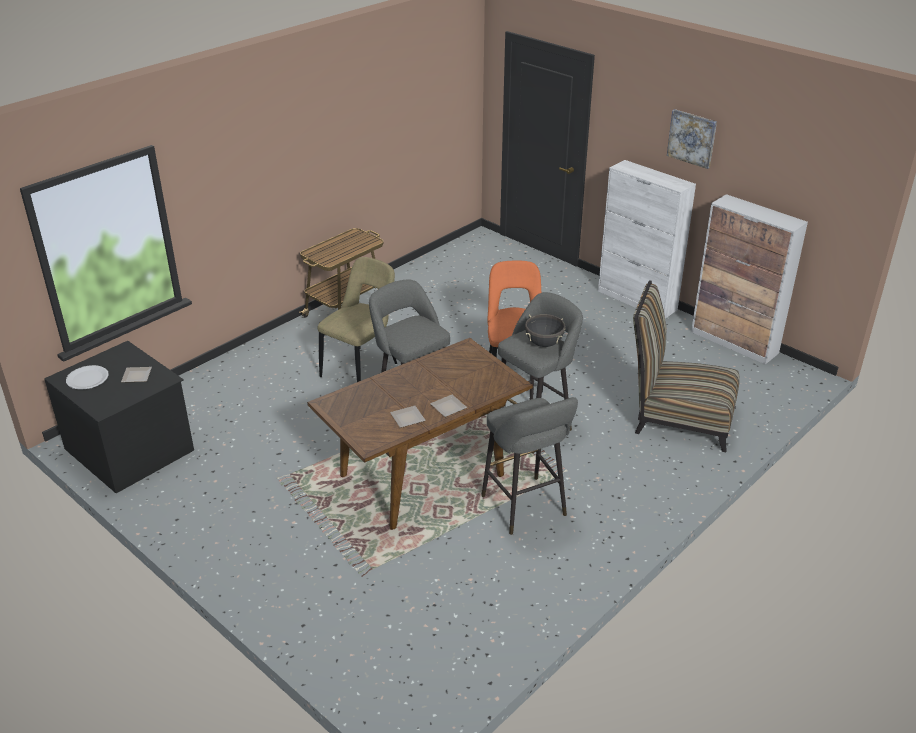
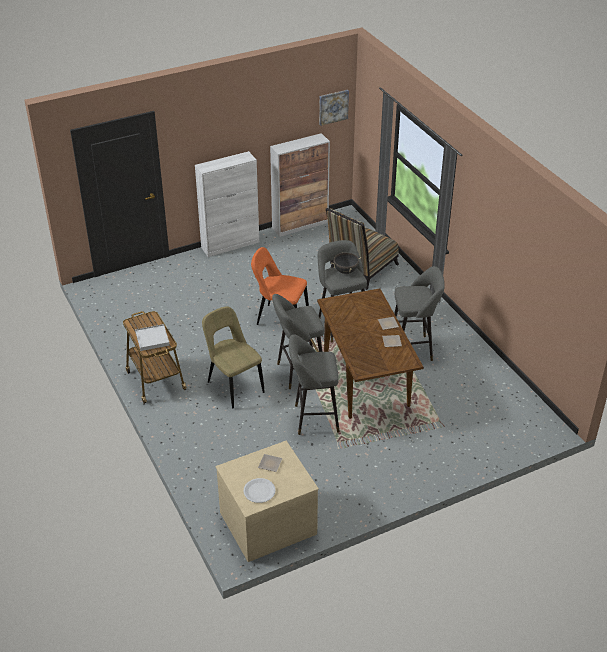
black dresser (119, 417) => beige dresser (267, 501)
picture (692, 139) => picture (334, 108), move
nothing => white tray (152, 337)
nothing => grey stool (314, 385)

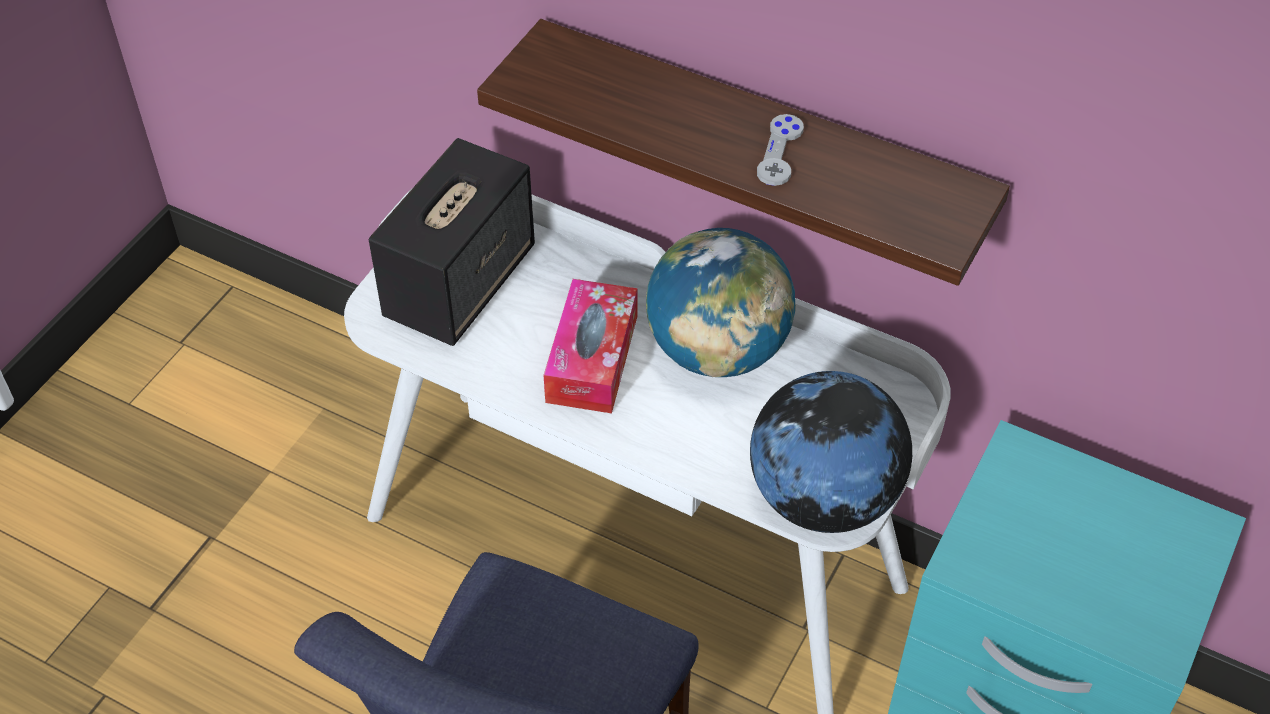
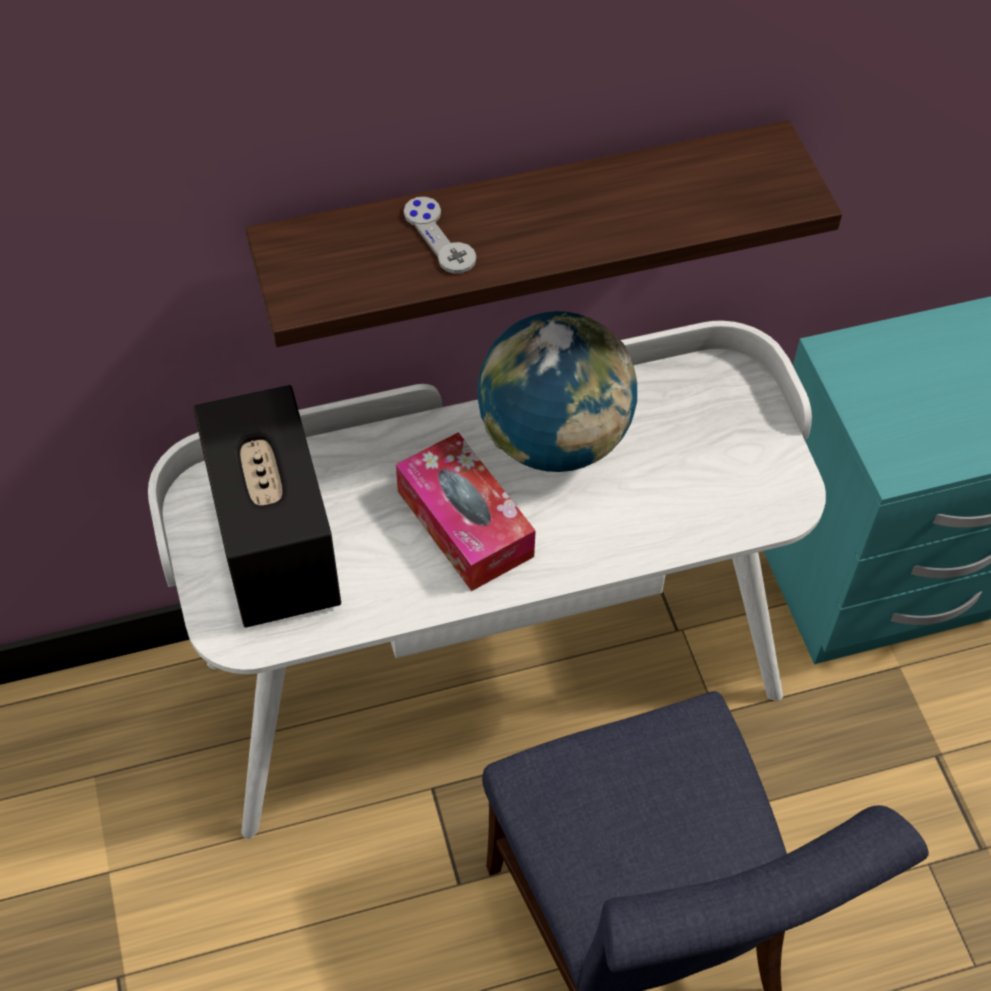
globe (831, 452) => nothing
grey game controller (780, 150) => grey game controller (440, 235), move

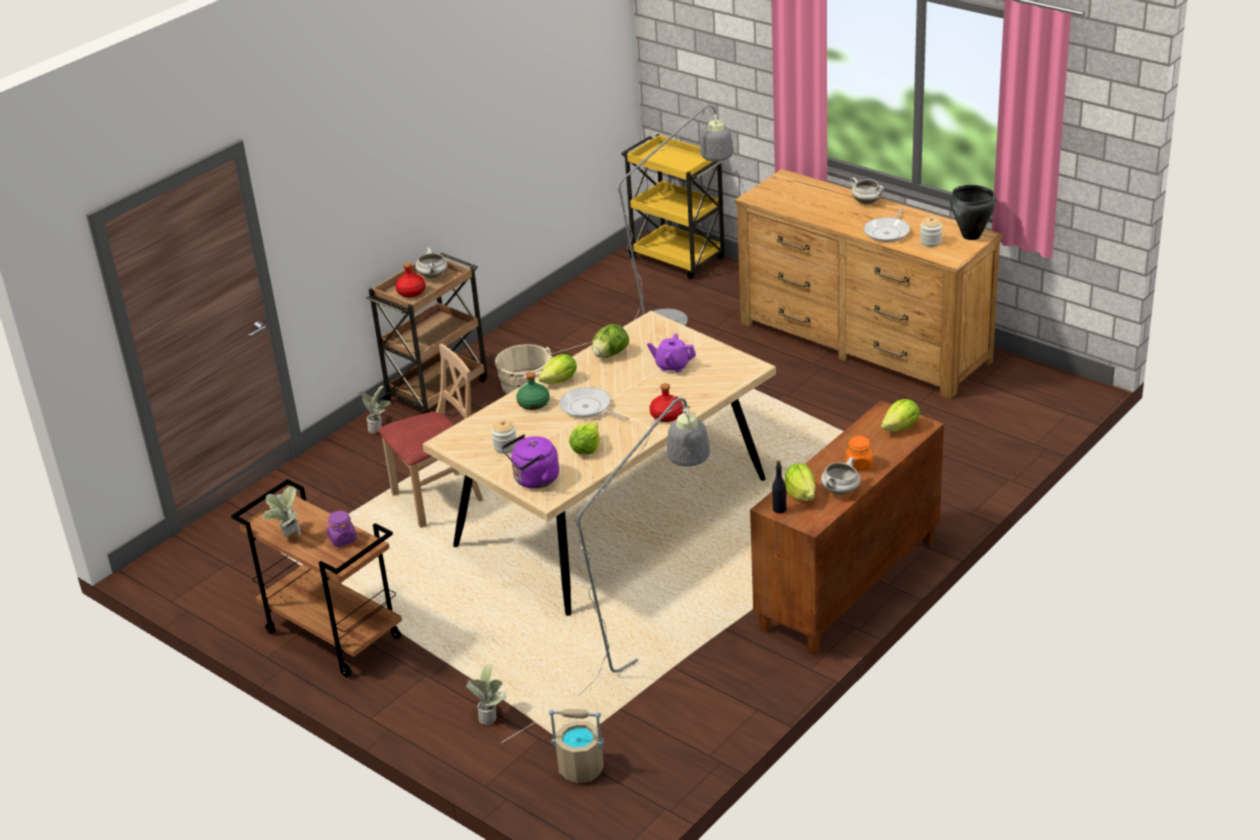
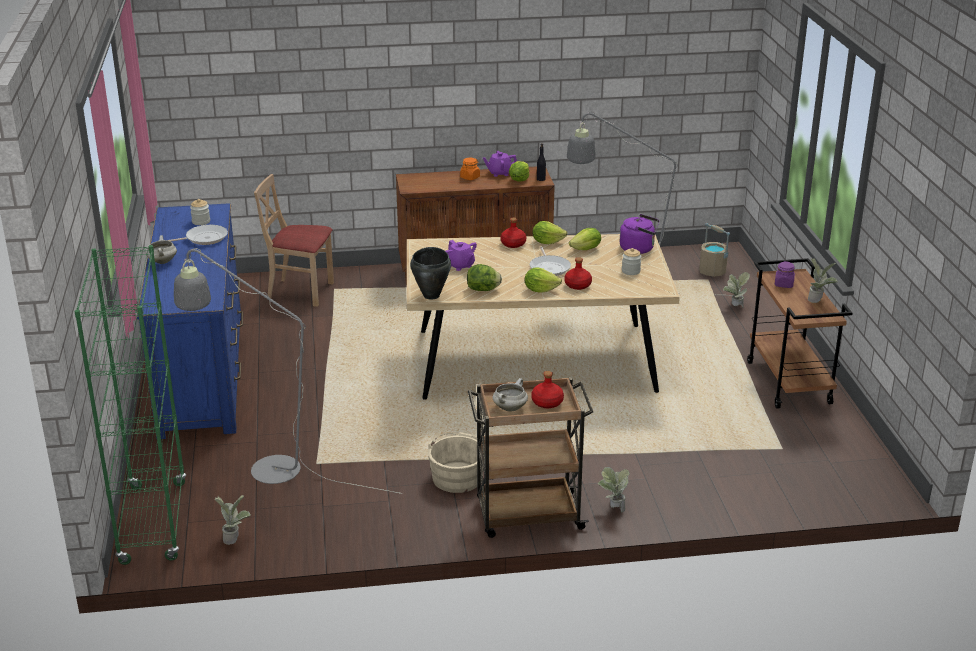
beige chair (430, 436) => beige chair (294, 240), move
green bottle (533, 391) => red bottle (578, 273)
yellow cart (673, 206) => green bookcase (130, 405)
brown dresser (868, 284) => blue dresser (190, 321)
white cooking pot (841, 476) => purple teapot (500, 164)
lettuce (900, 415) => lettuce (550, 232), move
black cooking pot (973, 212) => black cooking pot (430, 273), move
nothing => potted plant (233, 520)

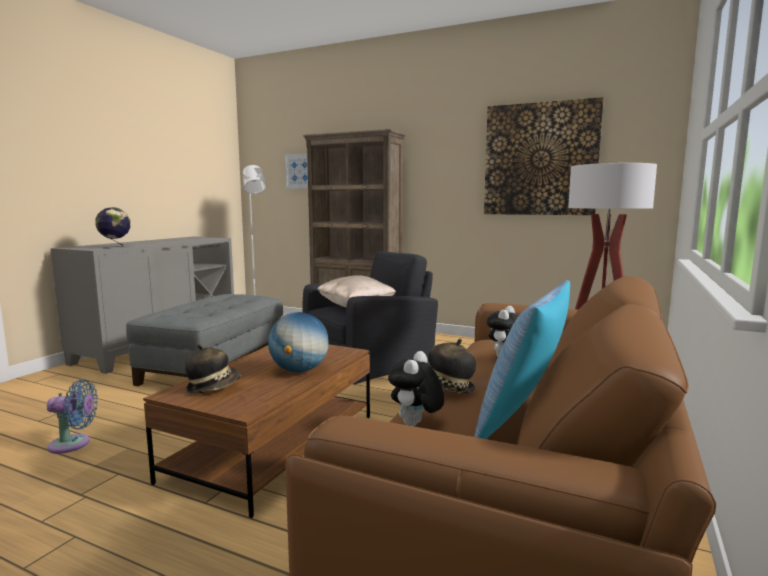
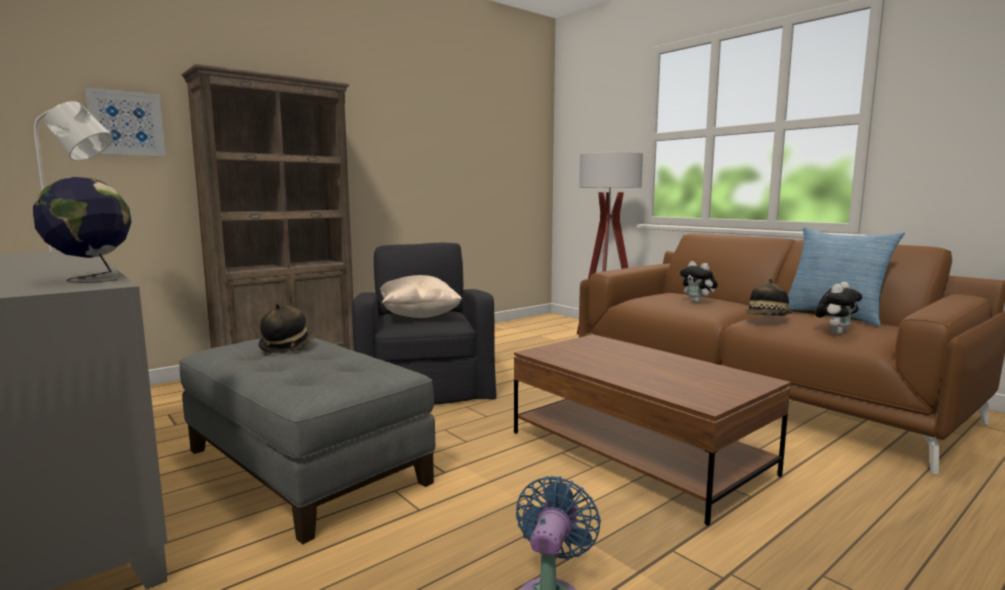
hat (212, 368) => hat (286, 328), move
globe (298, 342) => nothing
plush toy (416, 388) => plush toy (838, 308), 90 degrees counterclockwise
picture (544, 156) => nothing

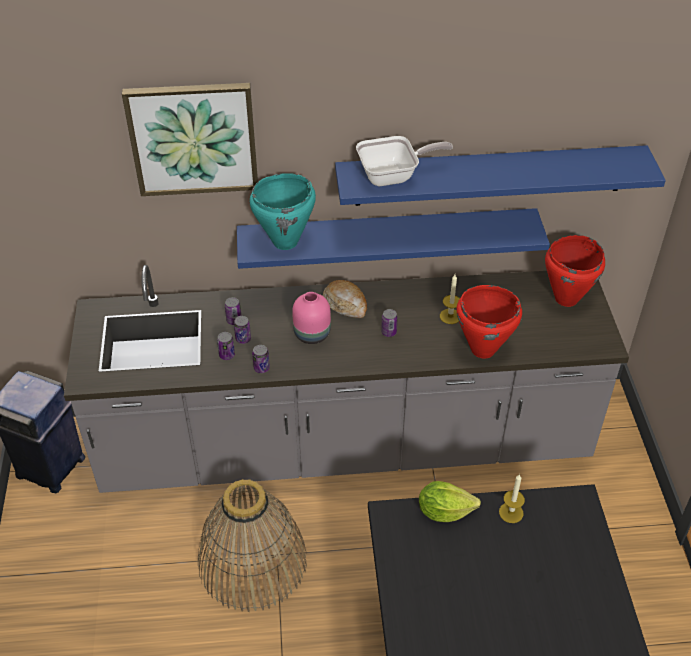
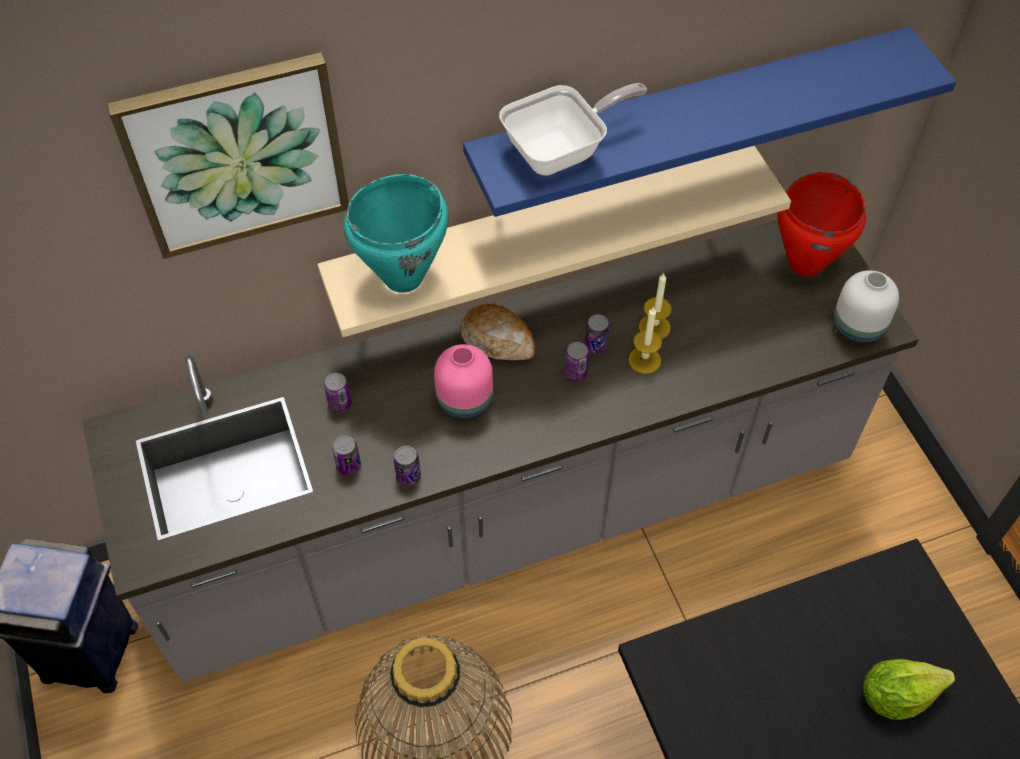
can (242, 330) => can (597, 334), move
blue shelf (393, 238) => beige shelf (554, 241)
lettuce (450, 501) => lettuce (909, 689), move
red cooking pot (489, 321) => nothing
candle (512, 498) => candle (645, 340), move
nothing => white vase (866, 307)

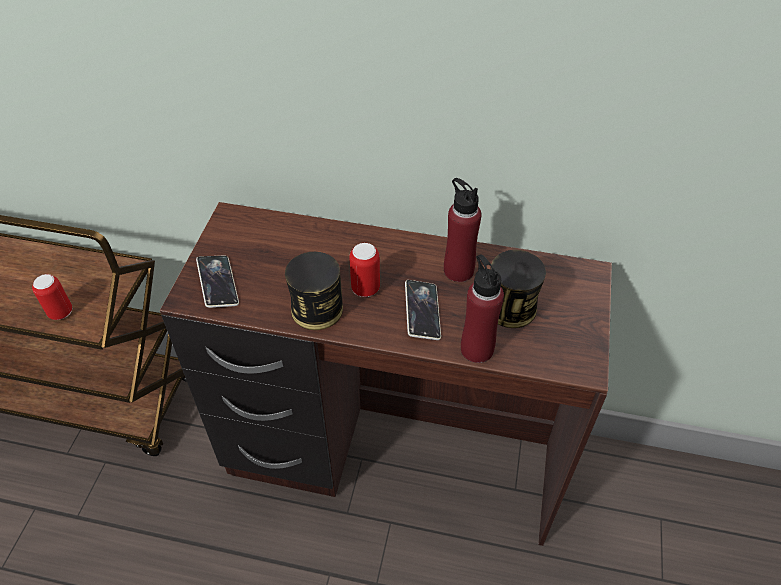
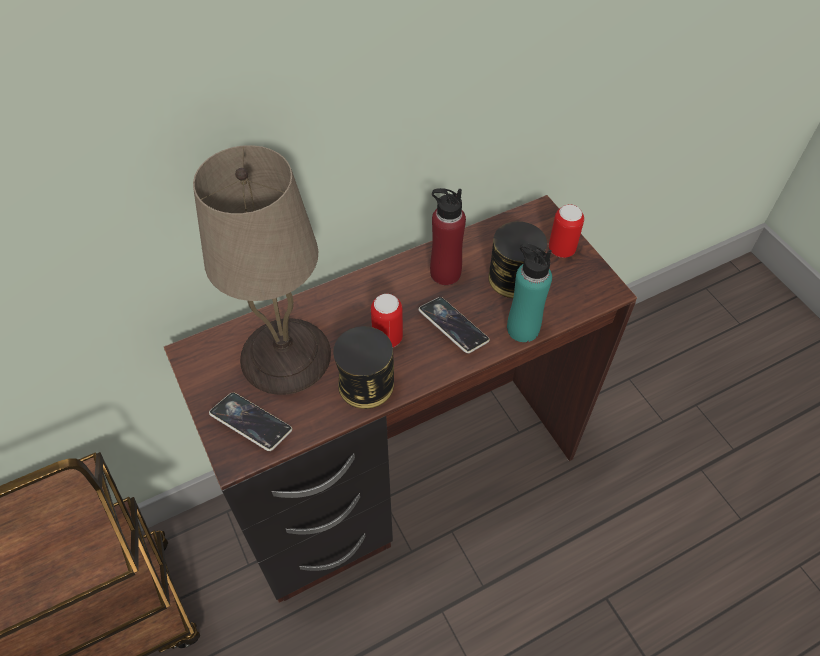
can (52, 297) => can (566, 231), move
red bottle (482, 308) => turquoise bottle (529, 292)
nothing => beige table lamp (262, 270)

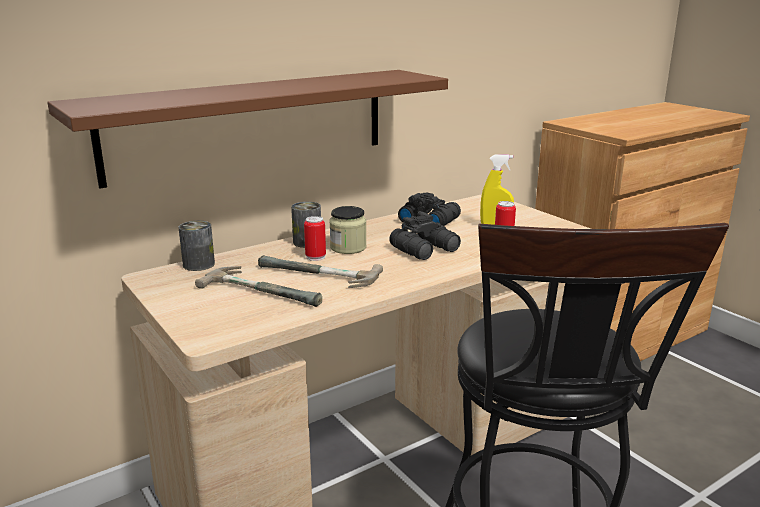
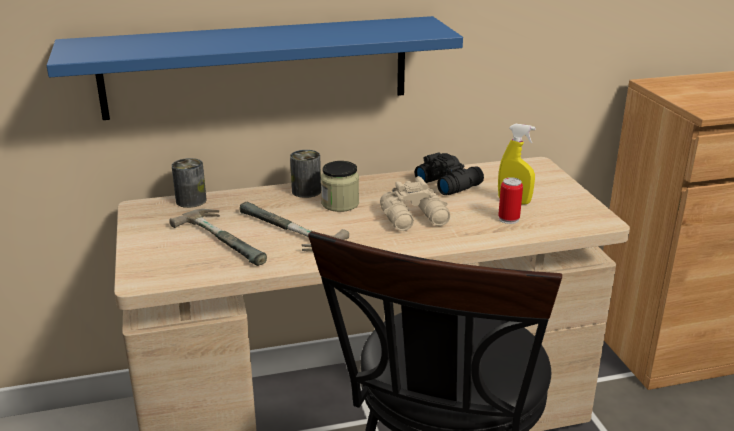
brown shelf (247, 129) => blue shelf (254, 68)
can (315, 238) => nothing
black binoculars (425, 235) => beige binoculars (415, 203)

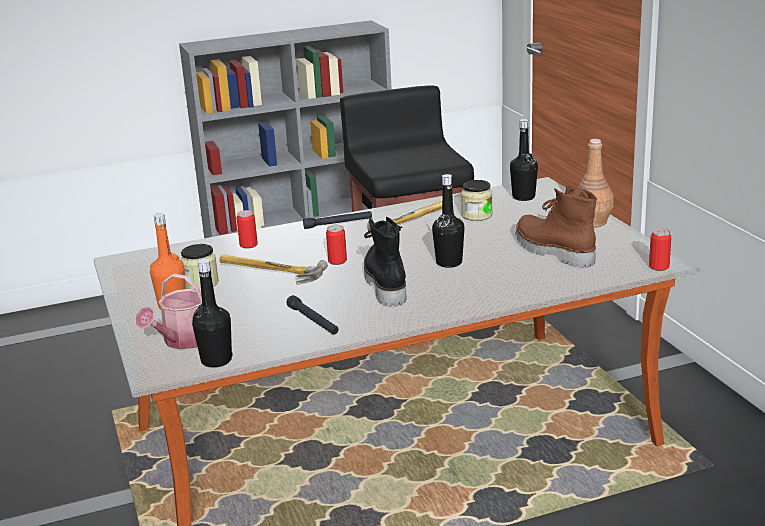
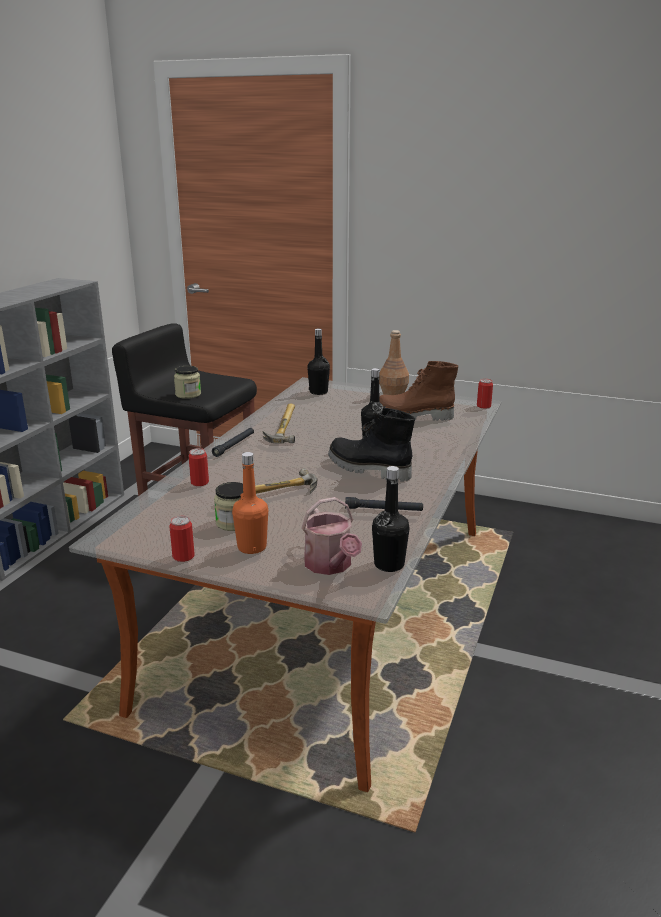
can (336, 245) => can (182, 539), move
jar (477, 200) => jar (187, 382), move

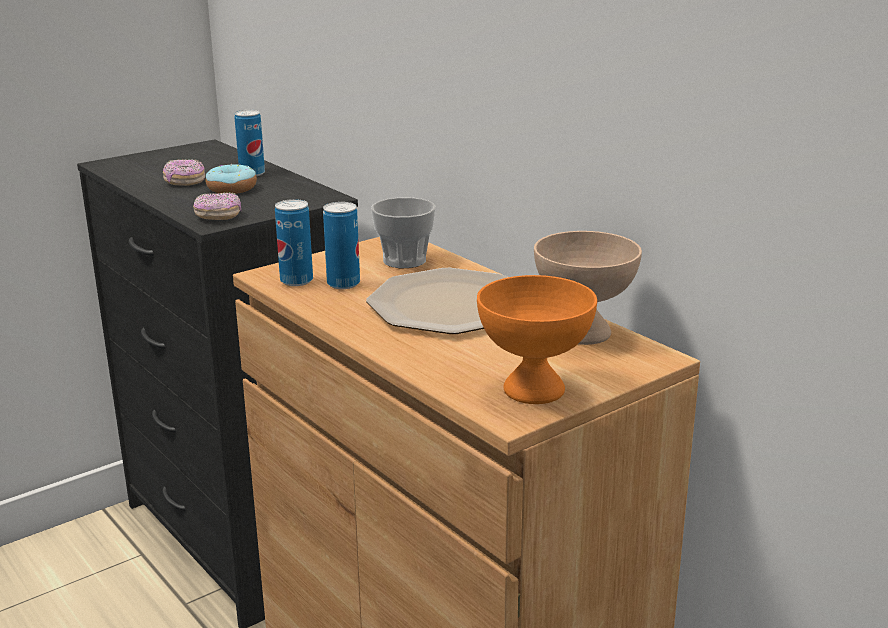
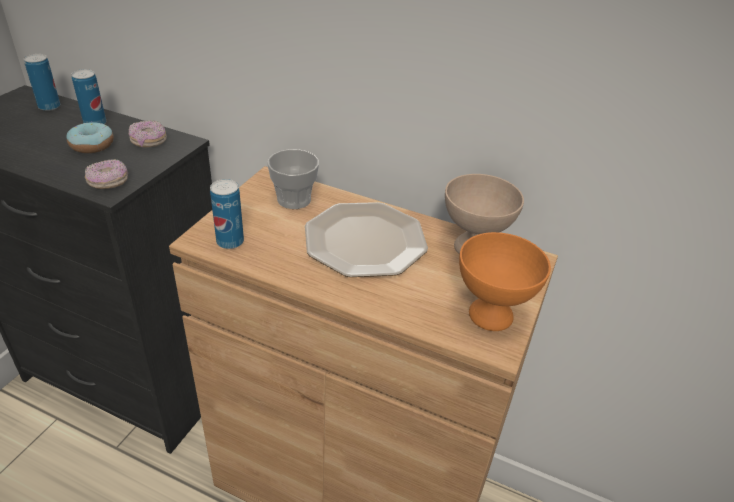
donut (184, 172) => donut (148, 133), move
can (341, 245) => can (42, 82), move

